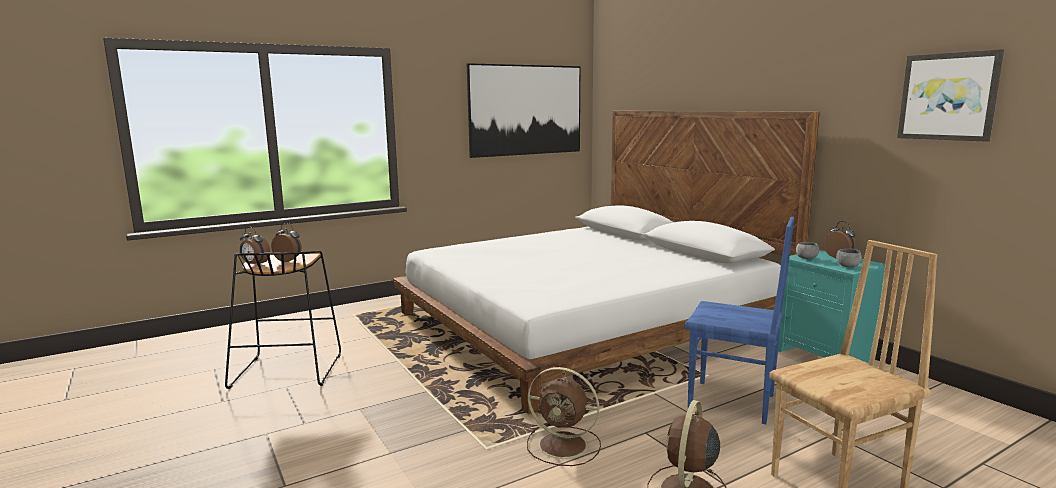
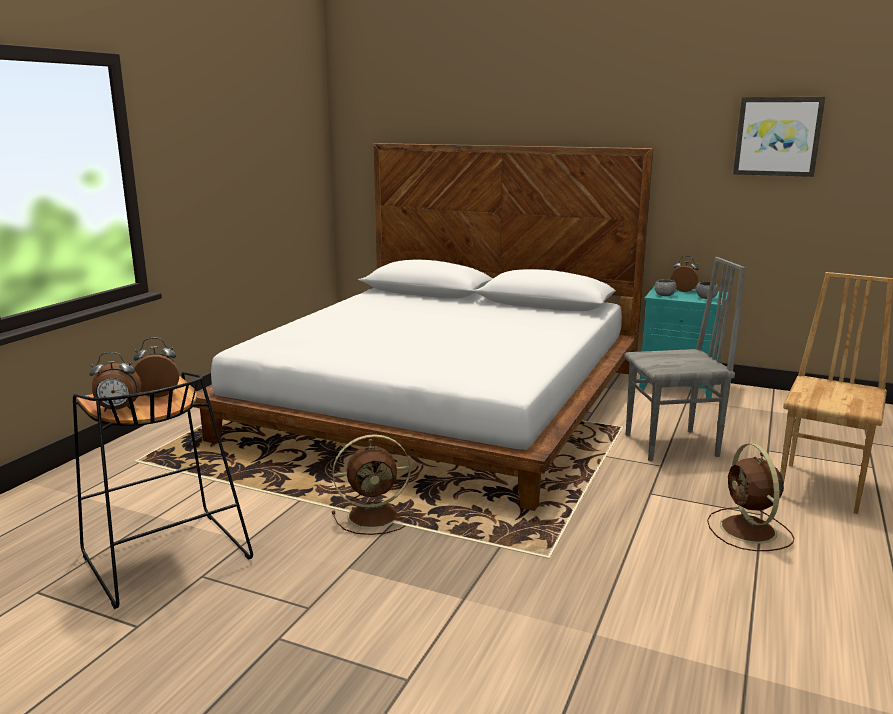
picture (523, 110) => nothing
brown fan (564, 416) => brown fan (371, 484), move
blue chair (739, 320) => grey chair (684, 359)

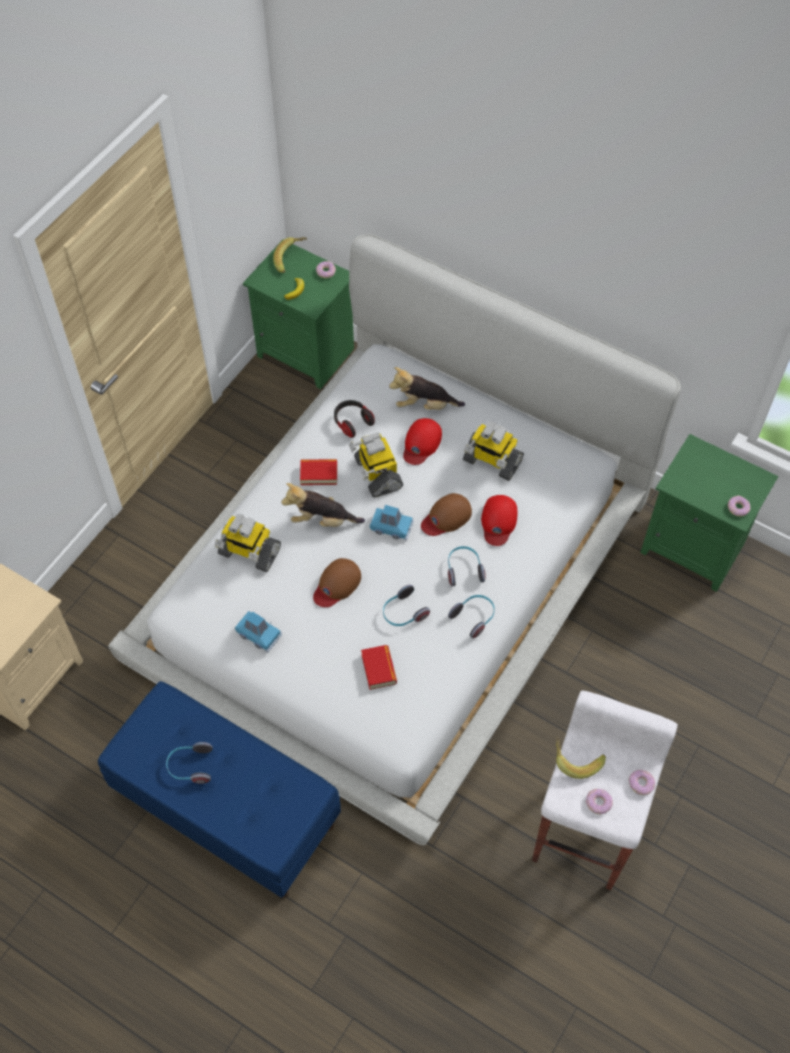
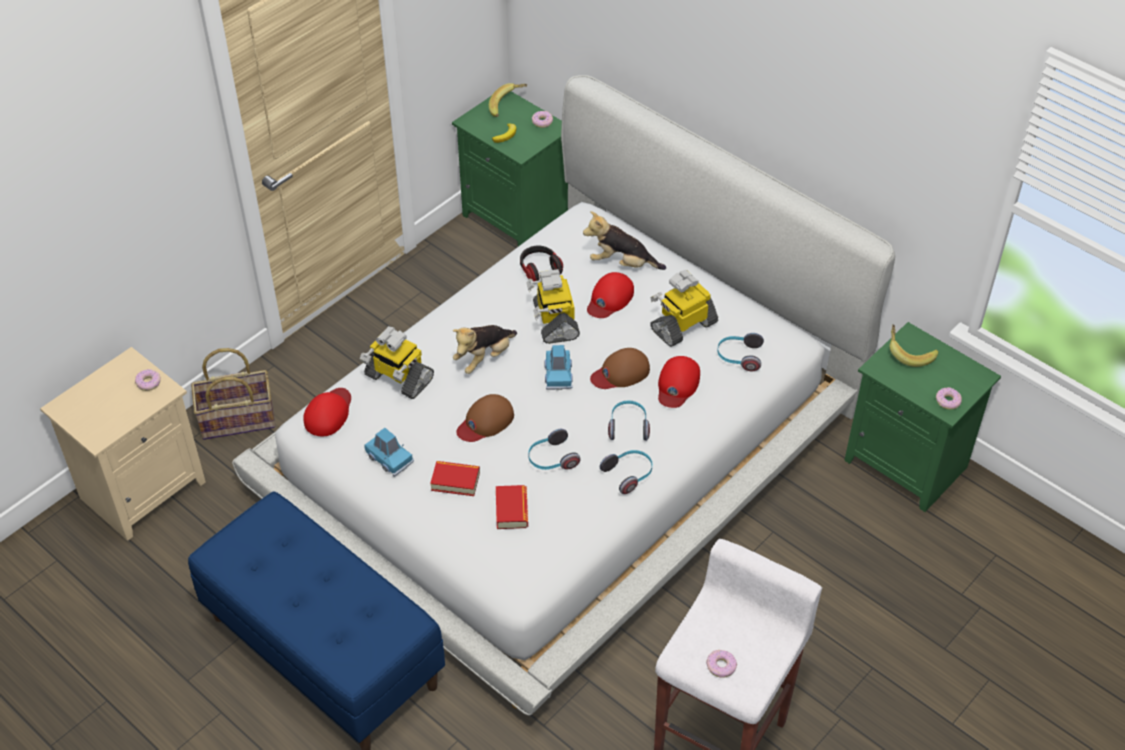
headphones (189, 763) => headphones (740, 352), move
plush toy (323, 505) => plush toy (485, 349), 60 degrees counterclockwise
book (318, 472) => book (455, 478), move
blue toy car (392, 523) => blue toy car (559, 367), 60 degrees clockwise
toy robot (493, 451) => toy robot (684, 308), 105 degrees clockwise
banana (581, 758) => banana (913, 345), move
donut (642, 782) => donut (148, 380), move
nothing => basket (233, 394)
nothing => red cap (327, 412)

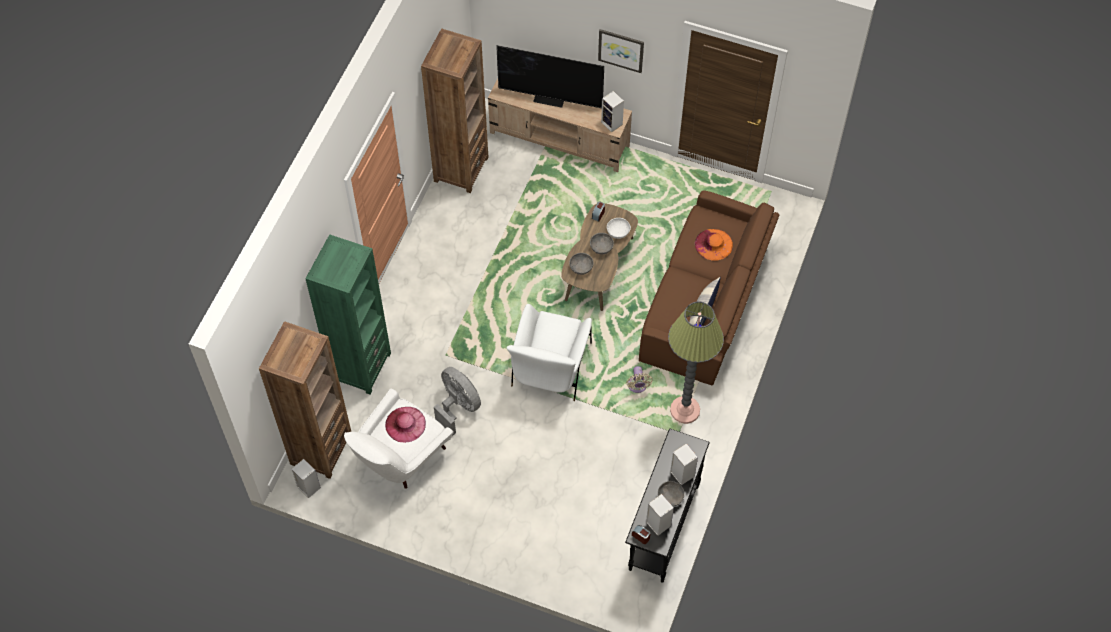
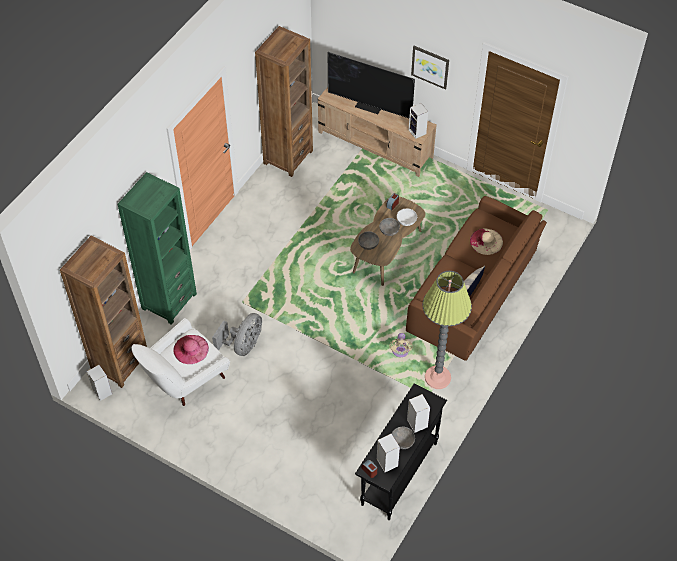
grey fan (457, 401) => grey fan (237, 334), 60 degrees clockwise
white armchair (549, 352) => nothing
orange hat (714, 245) => beige hat (486, 241)

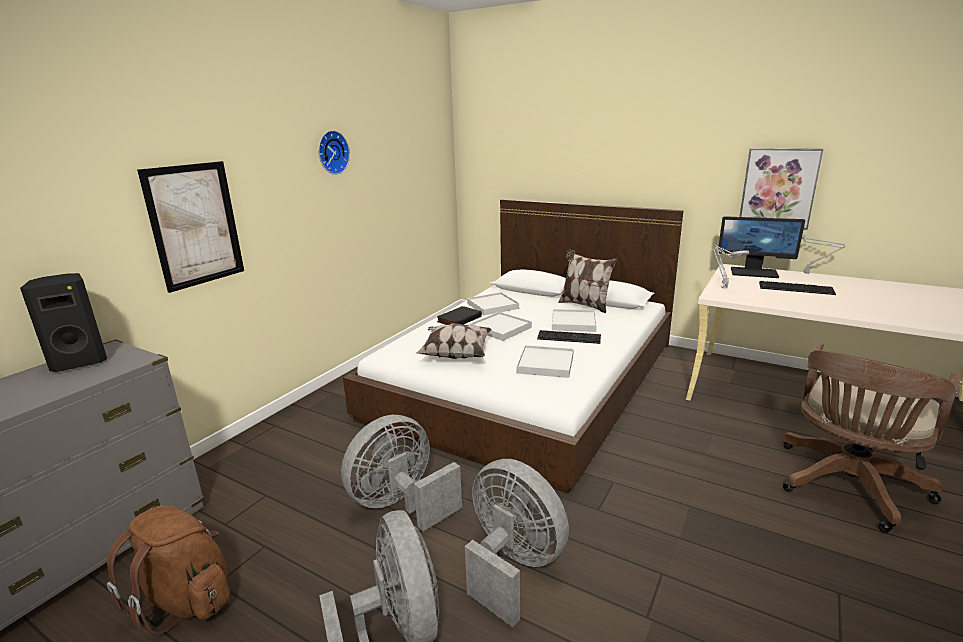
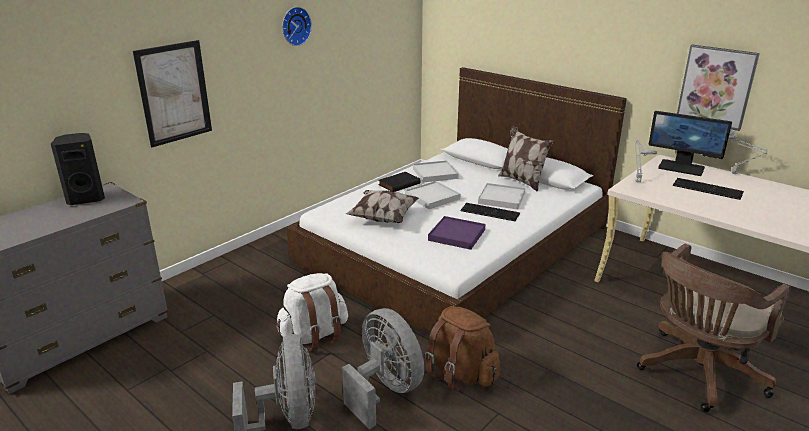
brown backpack (168, 569) => brown backpack (462, 348), move
grey fan (401, 473) => white backpack (312, 312)
white tray (545, 361) => purple tray (456, 233)

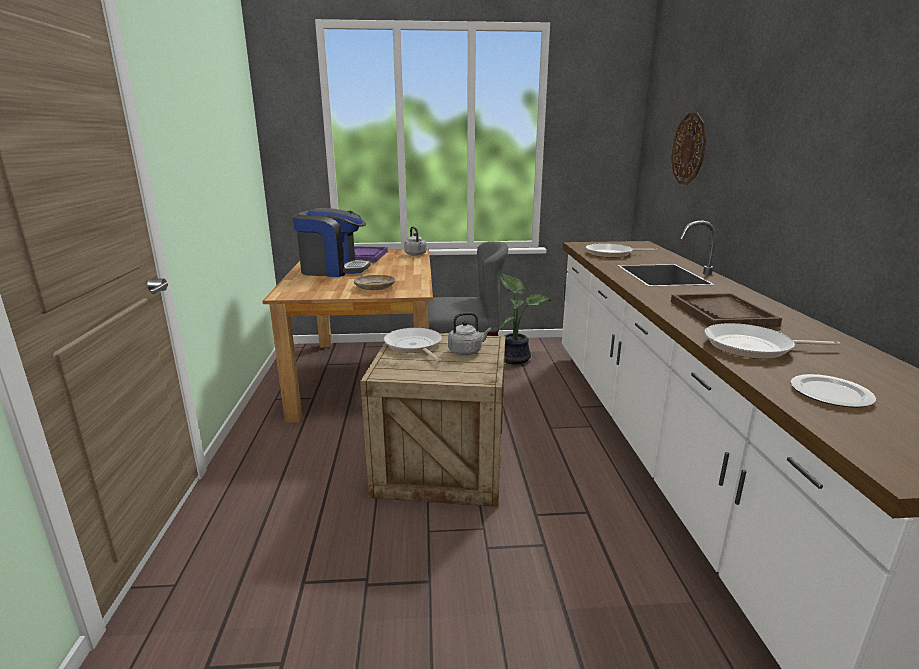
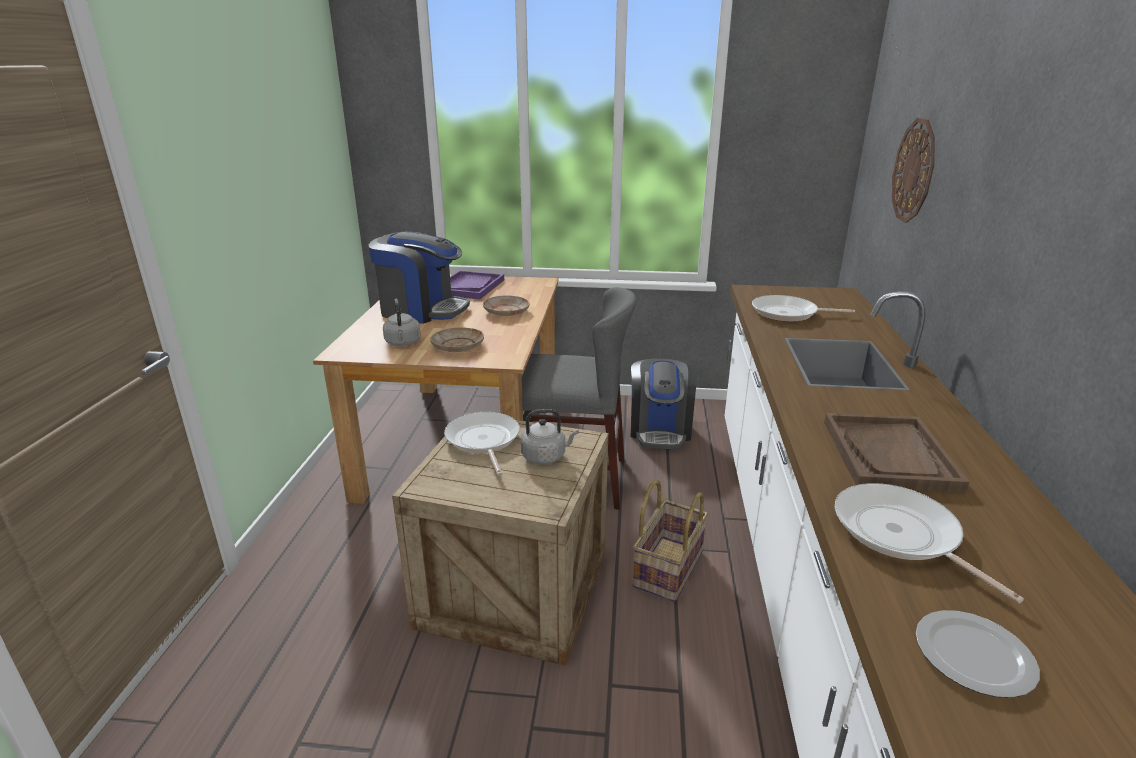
grey kettle (415, 241) => grey kettle (402, 322), move
potted plant (525, 319) => coffee machine (663, 403)
frying pan (772, 341) => frying pan (929, 543), 45 degrees clockwise
nothing => beige plate (506, 306)
nothing => basket (670, 541)

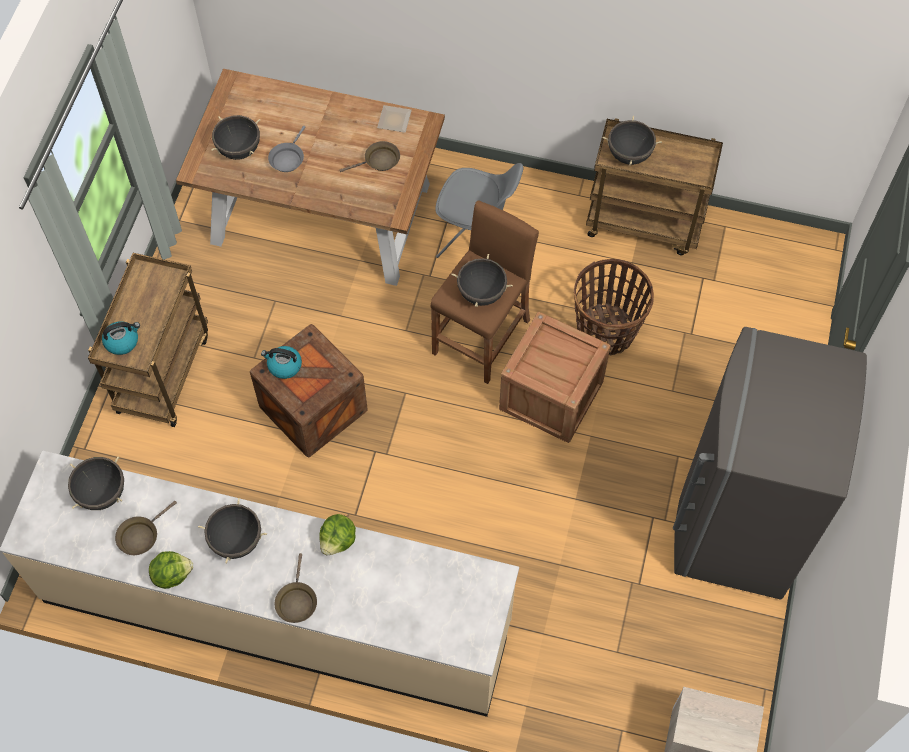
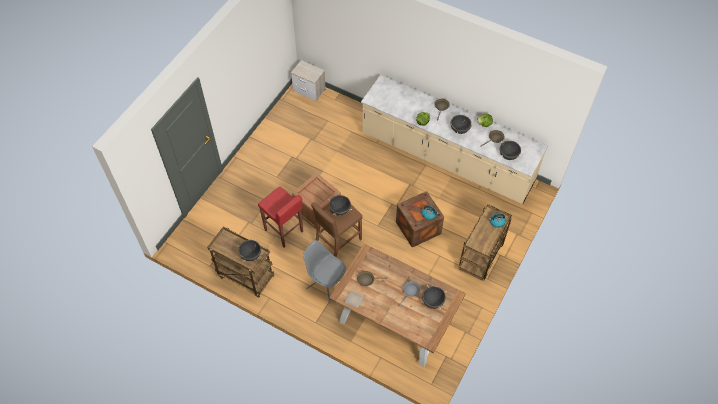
basket (614, 307) => red stool (280, 217)
grey fridge (770, 463) => nothing

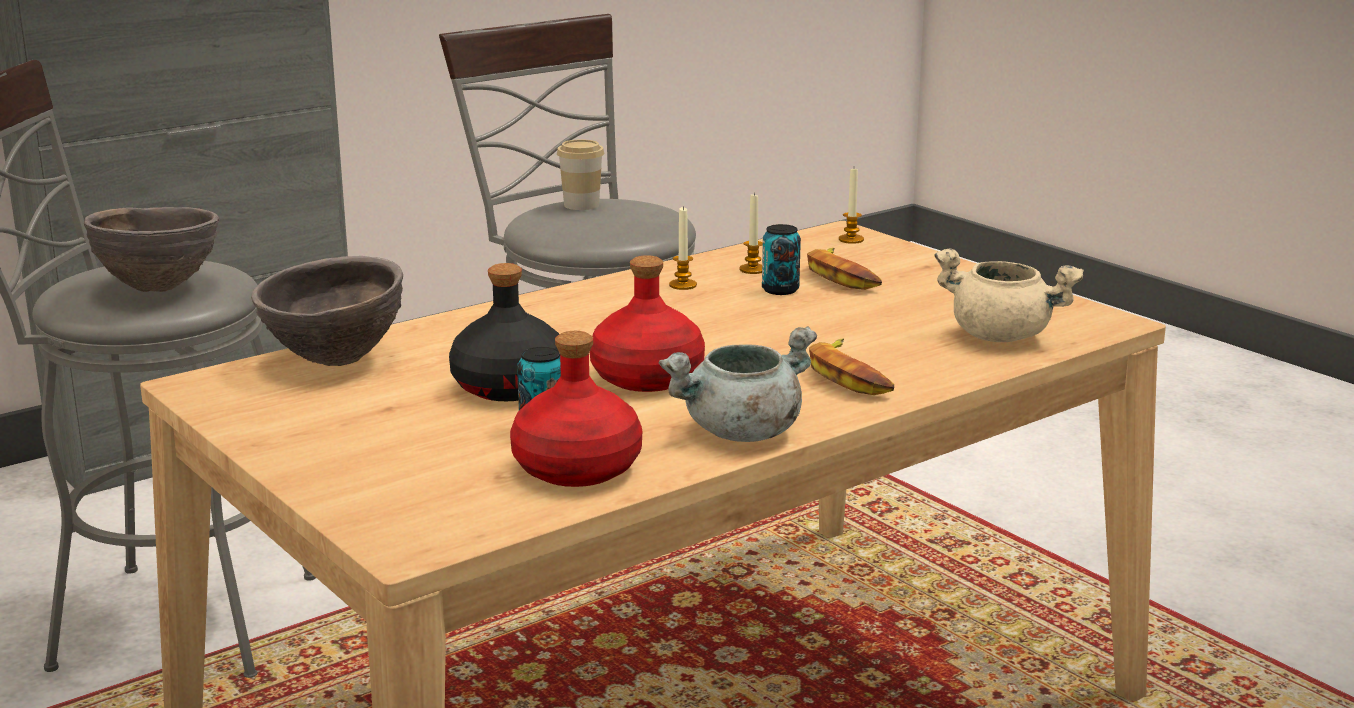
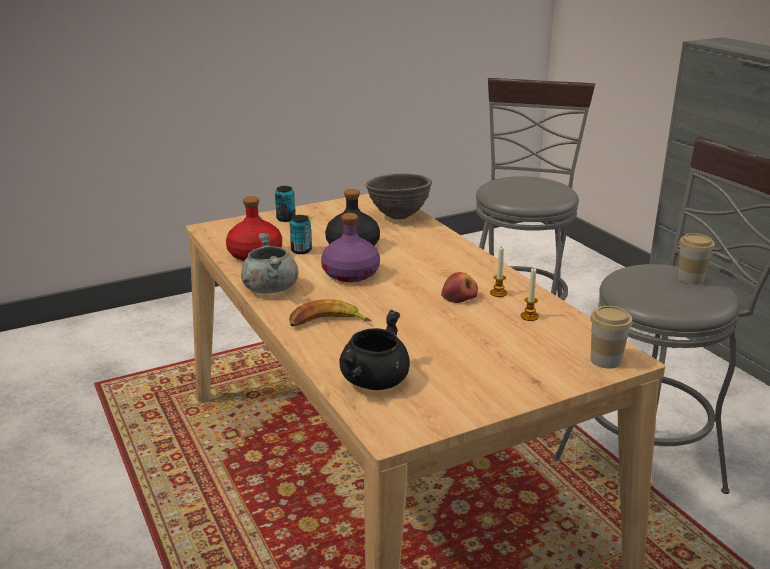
brown bowl (151, 249) => nothing
red bottle (647, 323) => purple bottle (350, 247)
can (781, 259) => can (285, 204), move
banana (844, 269) => nothing
candle (851, 206) => cup (611, 337)
beige cooking pot (1009, 295) => black cooking pot (374, 350)
nothing => apple (459, 287)

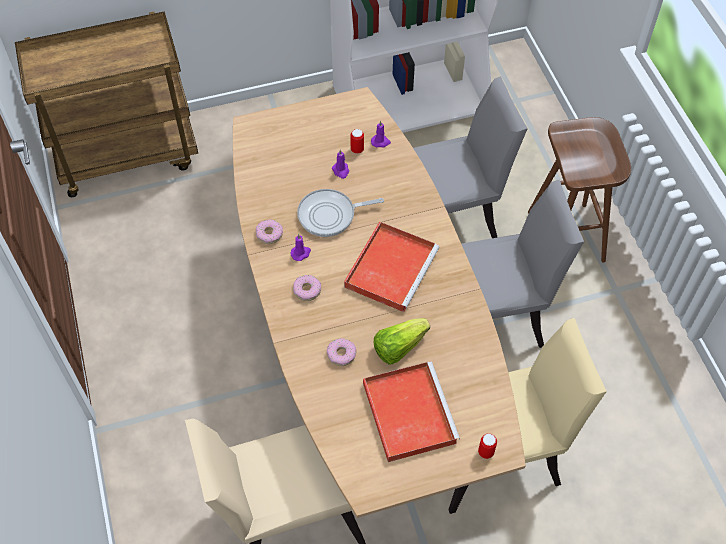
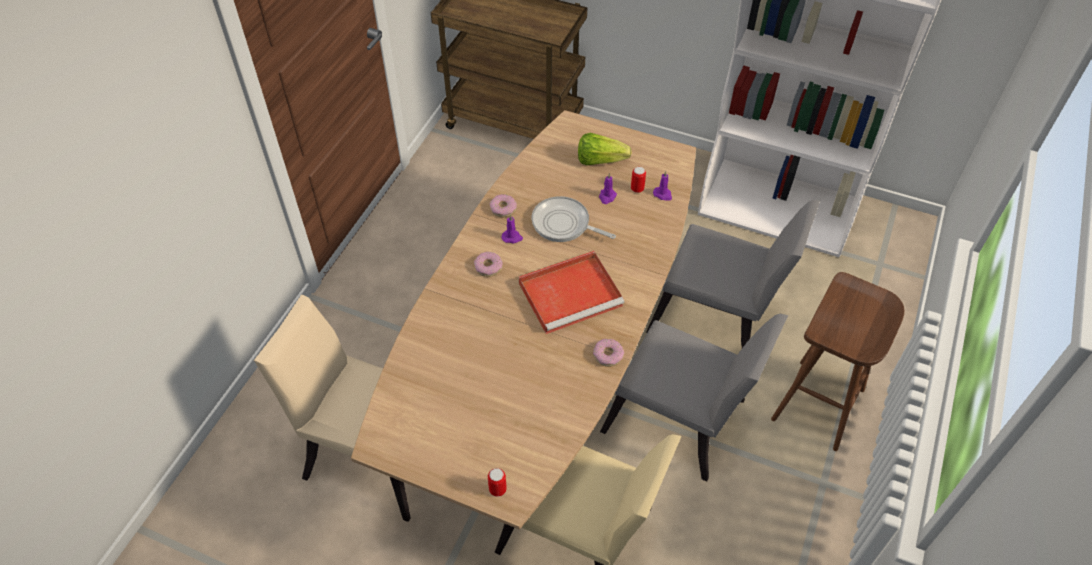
donut (342, 352) => donut (608, 353), move
red tray (411, 412) => nothing
lettuce (402, 341) => lettuce (605, 149), move

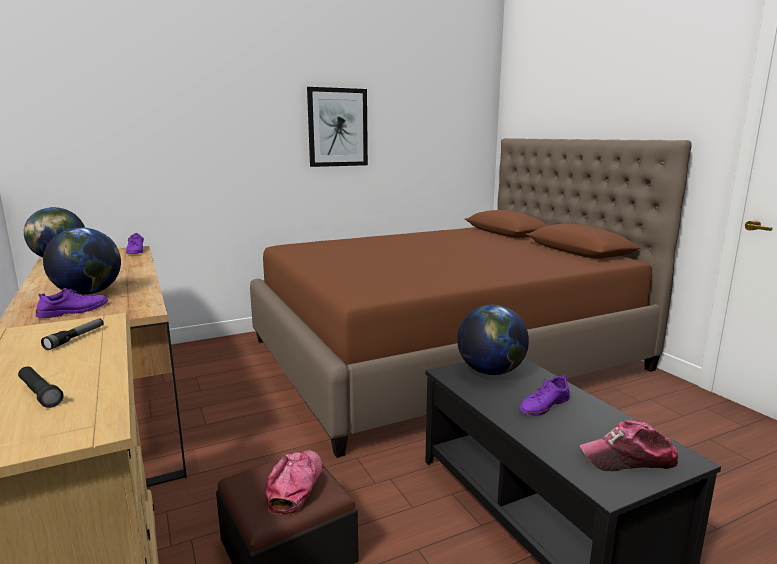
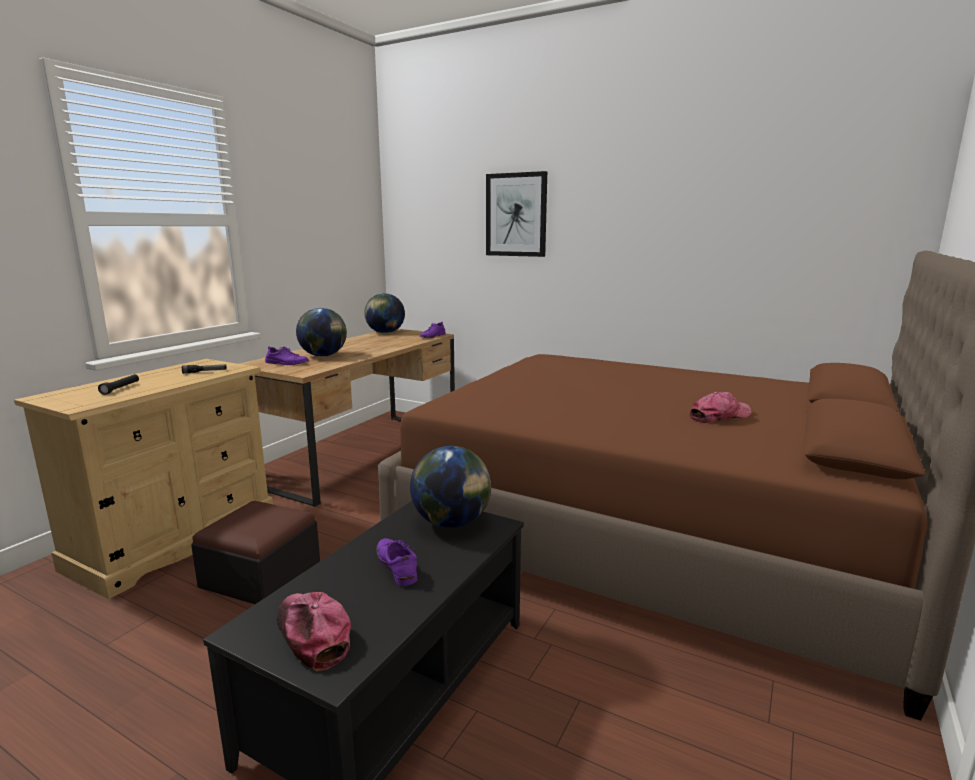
cap (293, 482) => cap (719, 407), move
picture (337, 127) => picture (516, 214), move
purple shoe (544, 395) => purple shoe (396, 562), 45 degrees clockwise

